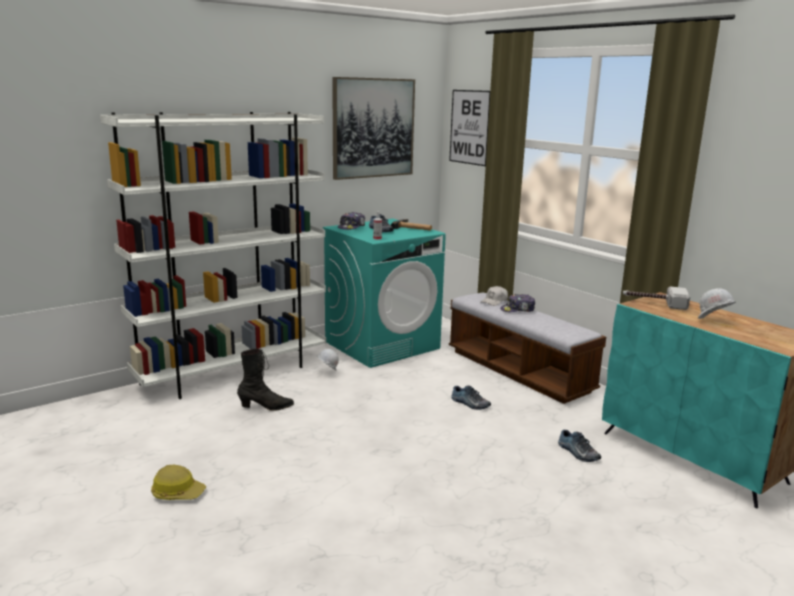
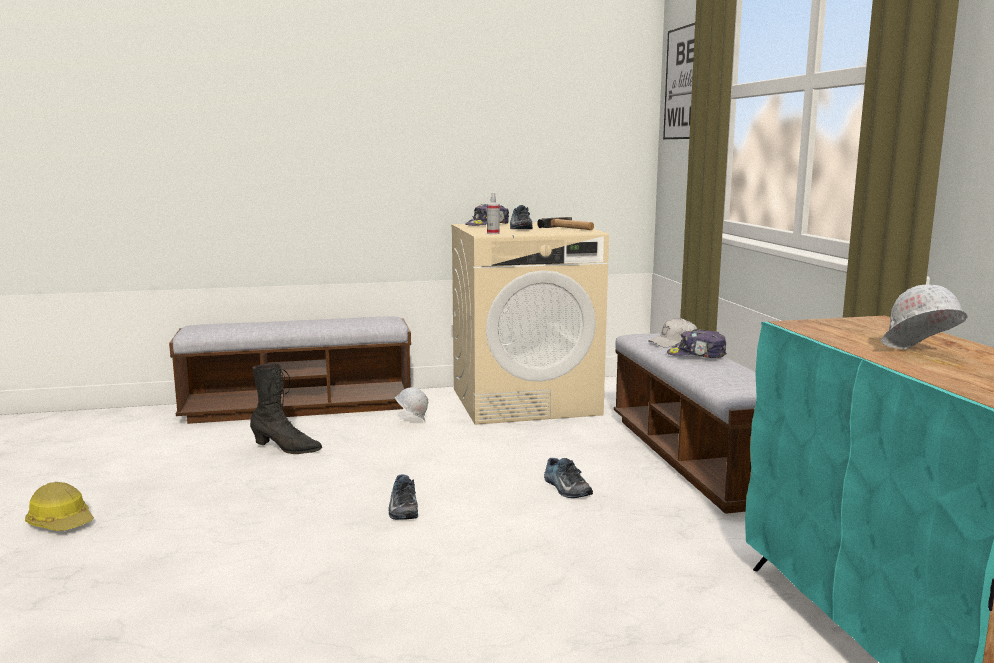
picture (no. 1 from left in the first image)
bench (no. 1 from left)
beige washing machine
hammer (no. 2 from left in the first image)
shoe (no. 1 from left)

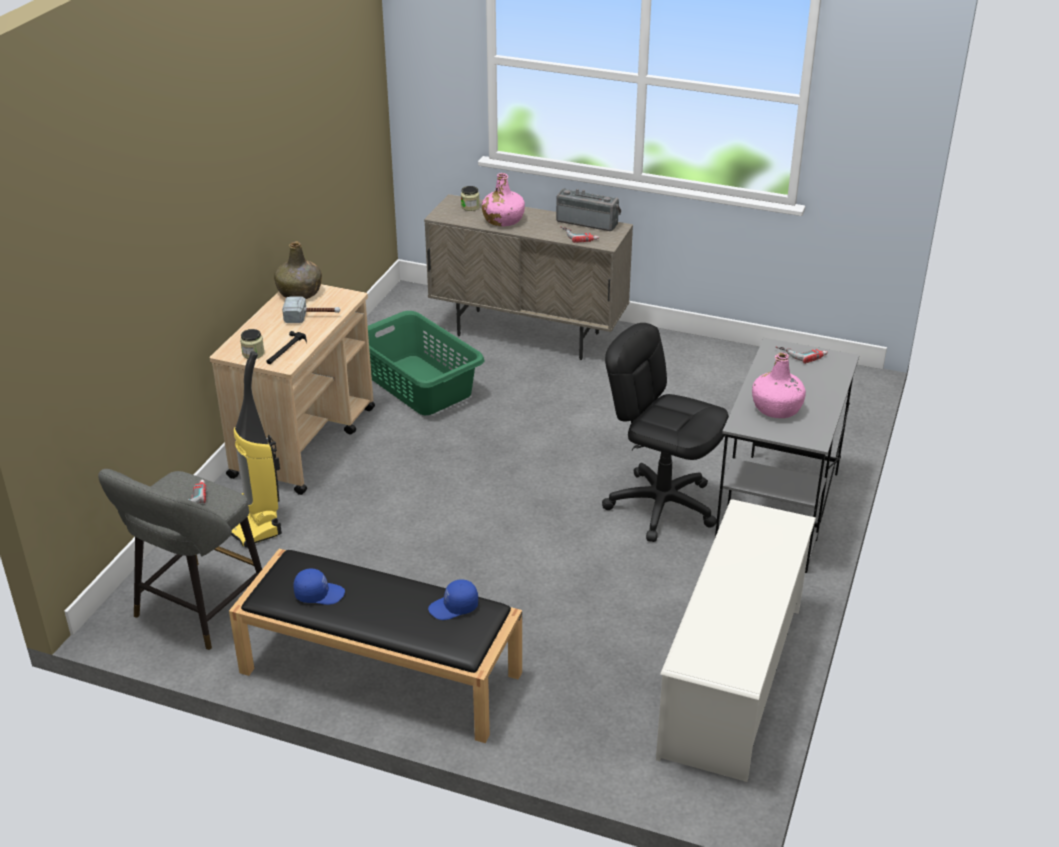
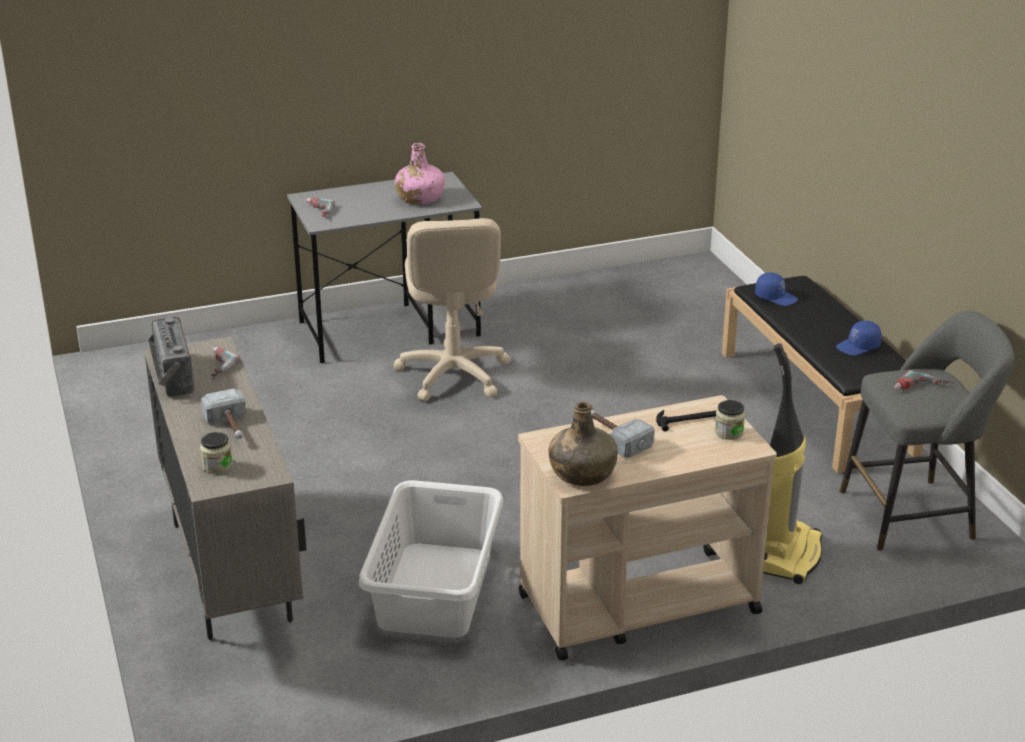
hammer (no. 1 from left)
white laundry basket
beige office chair
white shoe rack
blue cap (no. 2 from left)

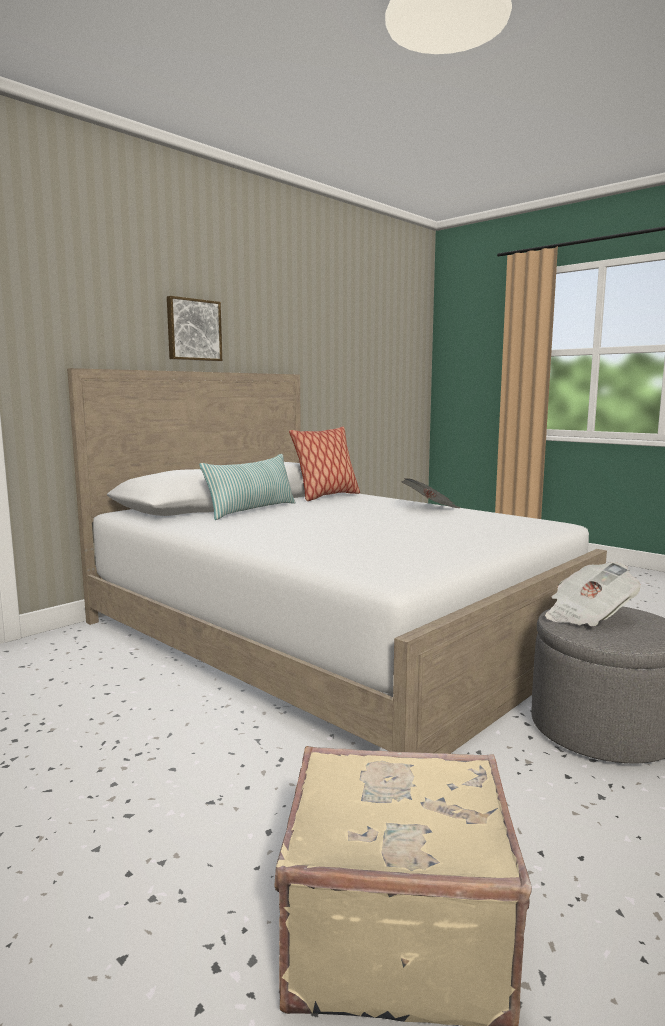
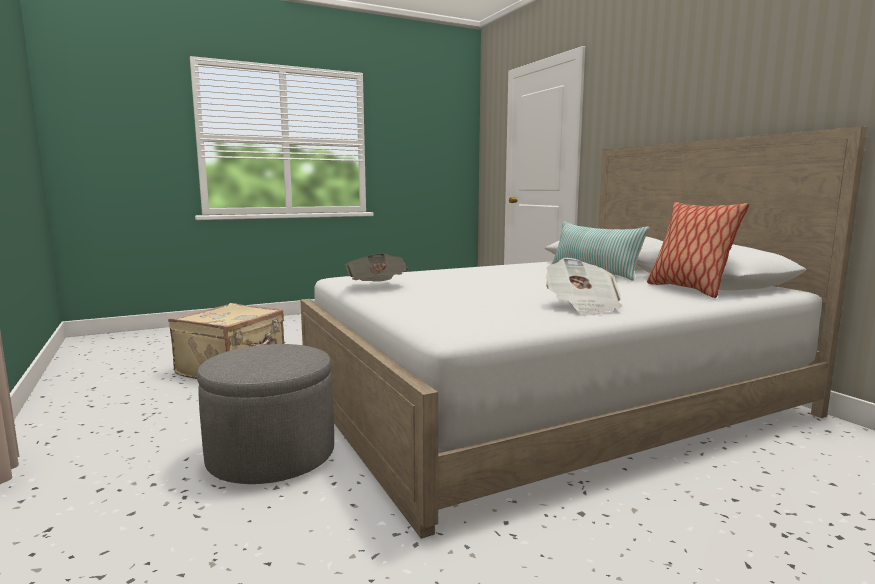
picture
newspaper (no. 1 from left)

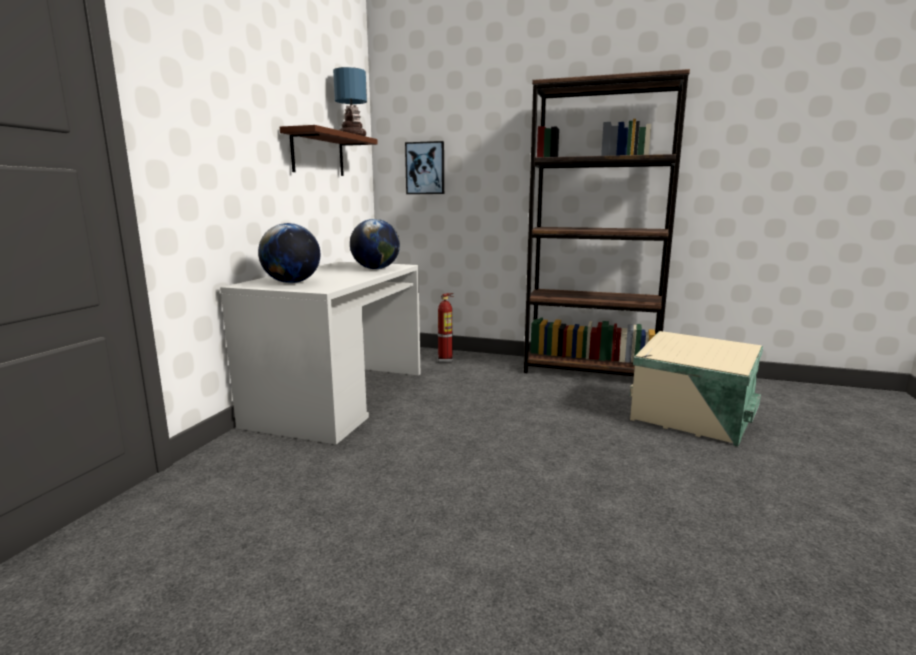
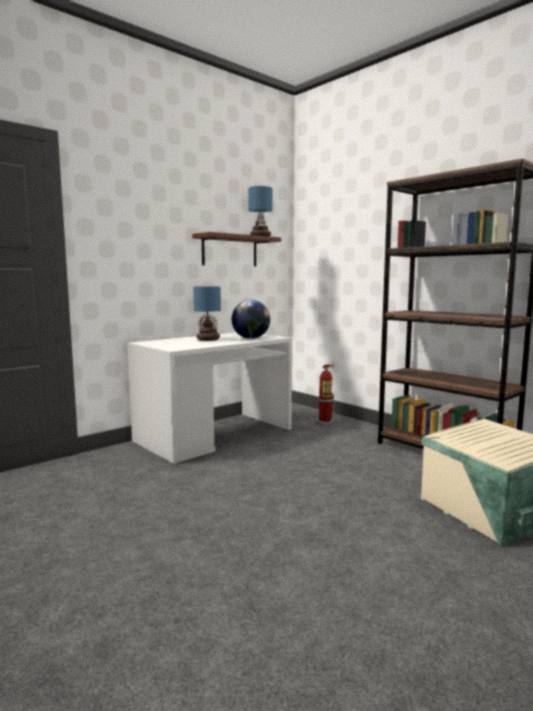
picture
globe (no. 1 from left in the first image)
table lamp (no. 1 from left)

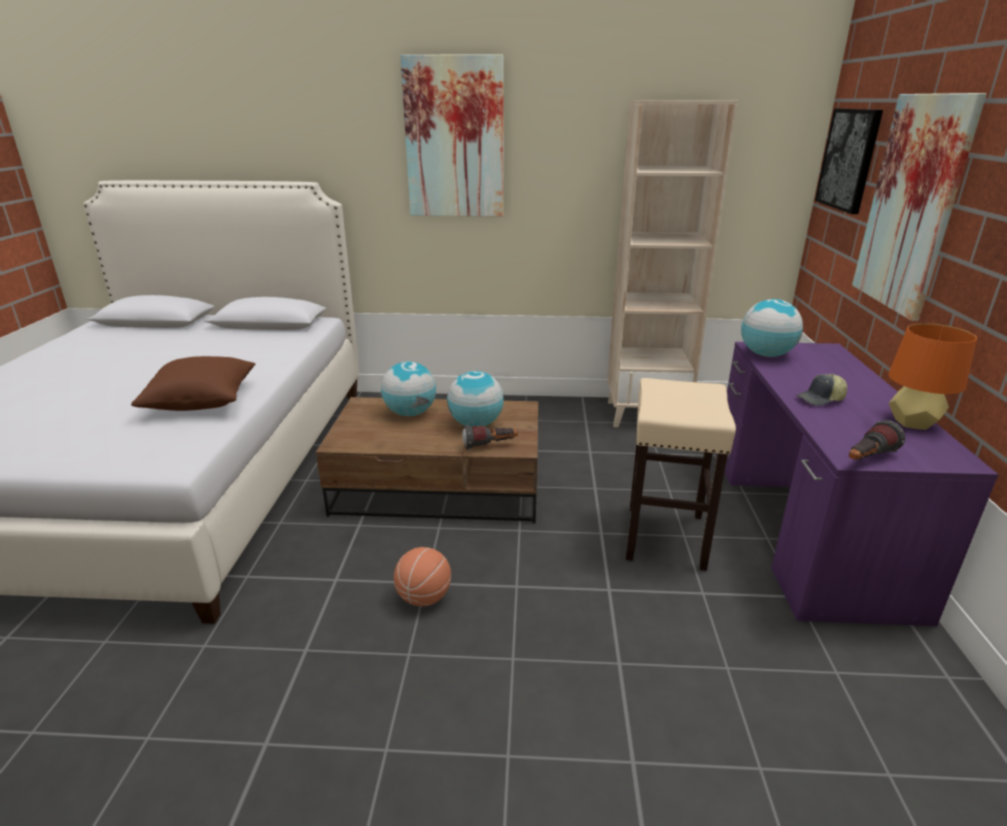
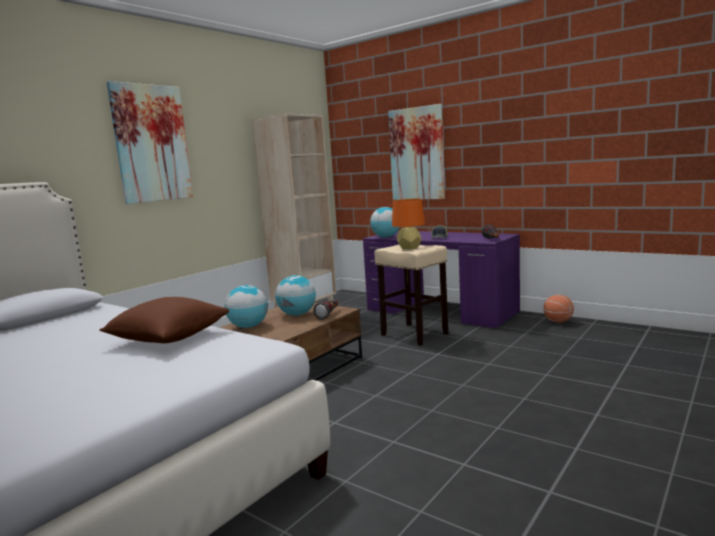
picture (no. 2 from left in the first image)
orange table lamp
basketball

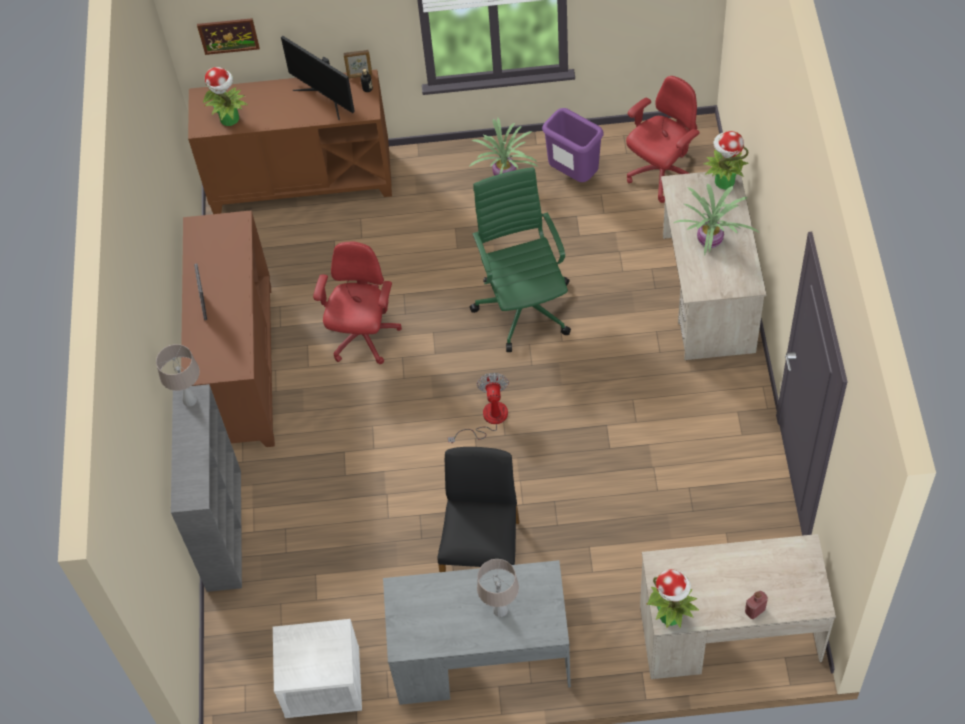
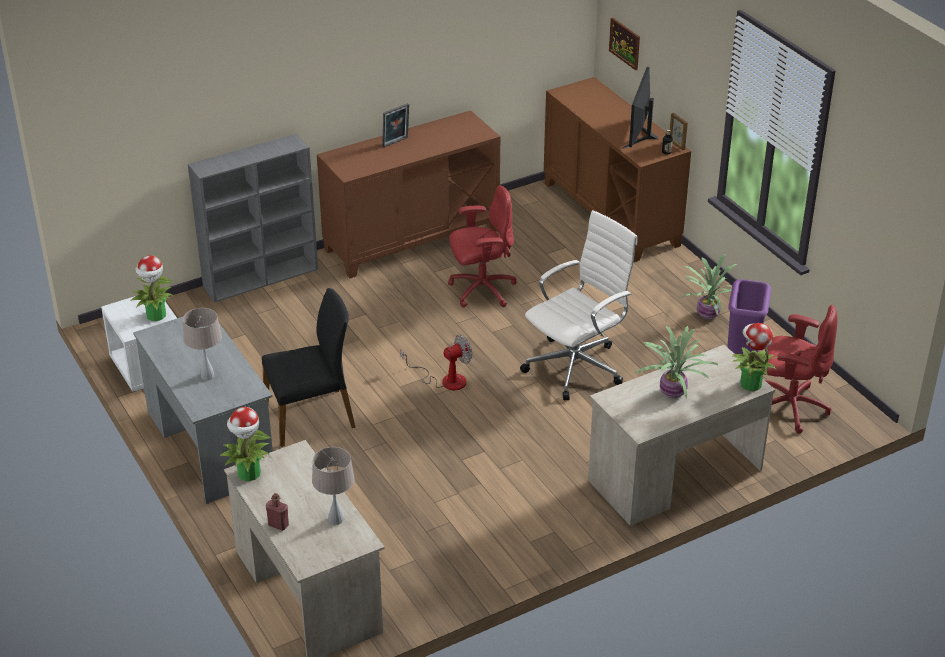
potted plant (no. 1 from left)
white office chair
beige table lamp (no. 2 from left)

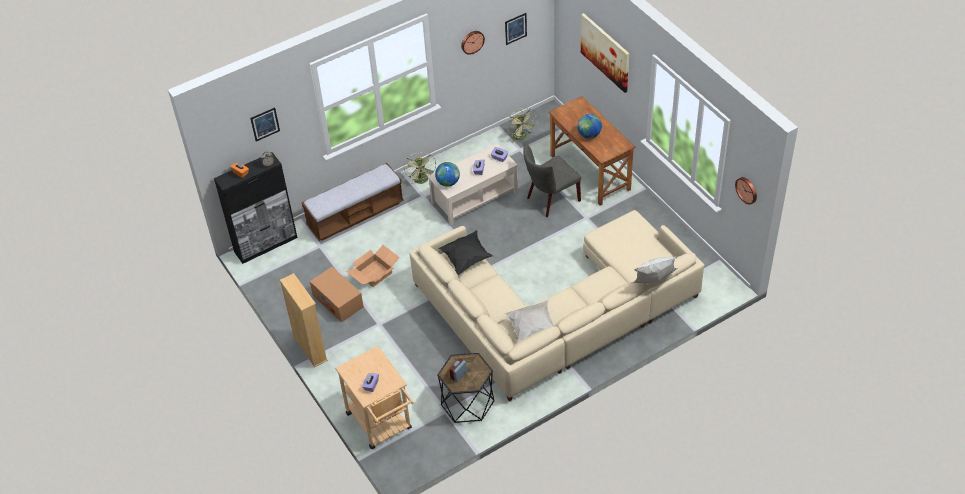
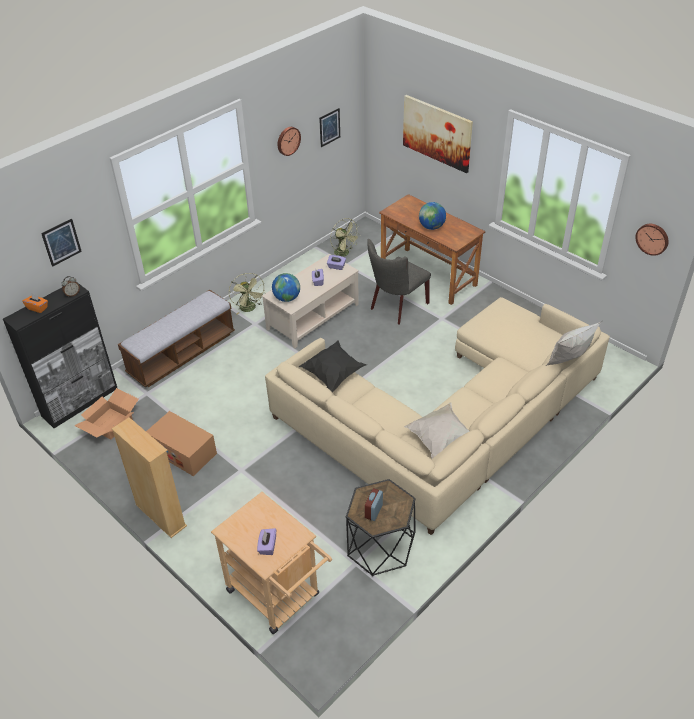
cardboard box (no. 1 from left)

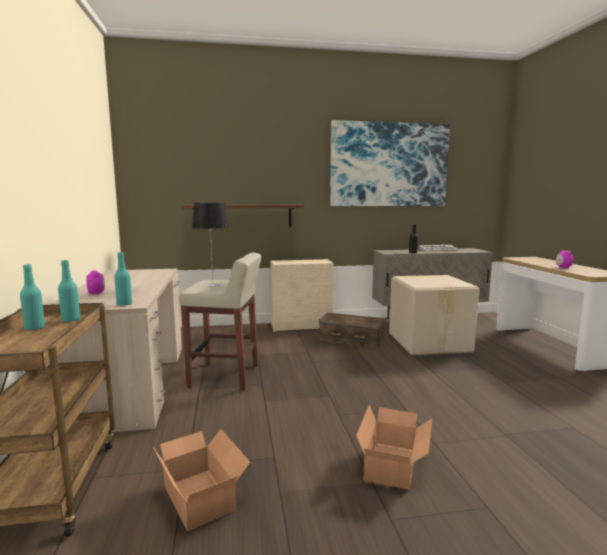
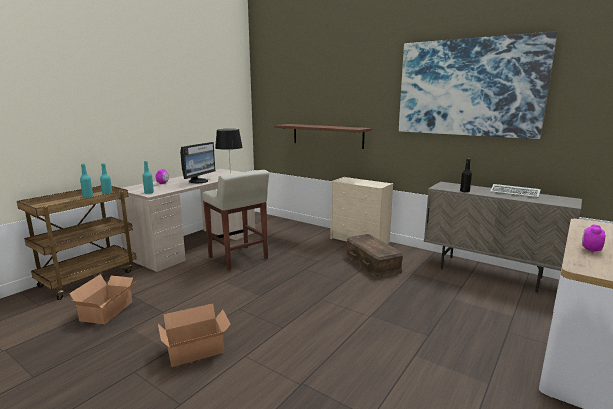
cardboard box (no. 3 from left in the first image)
monitor

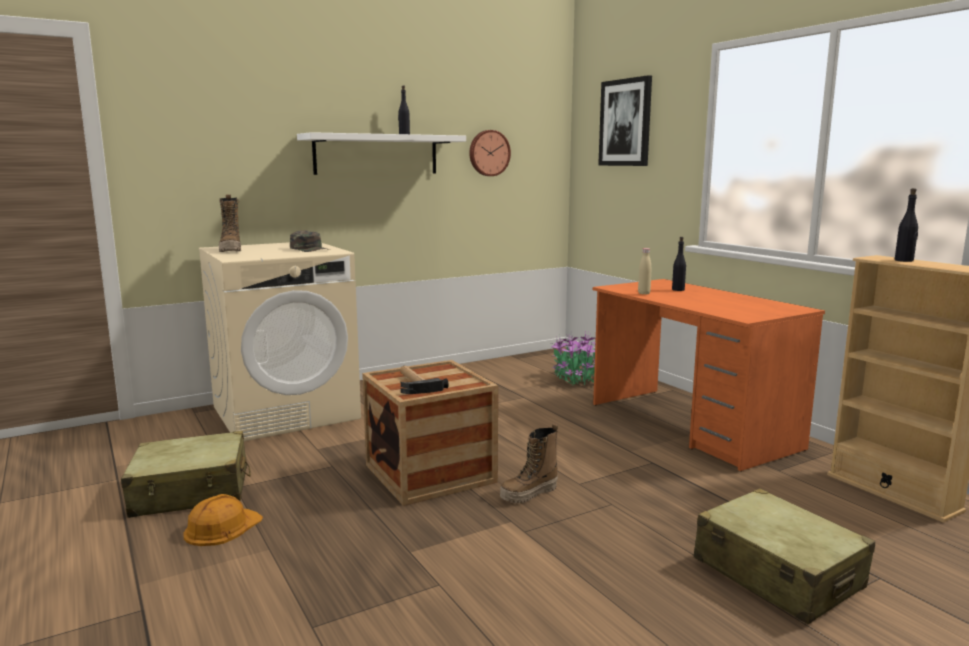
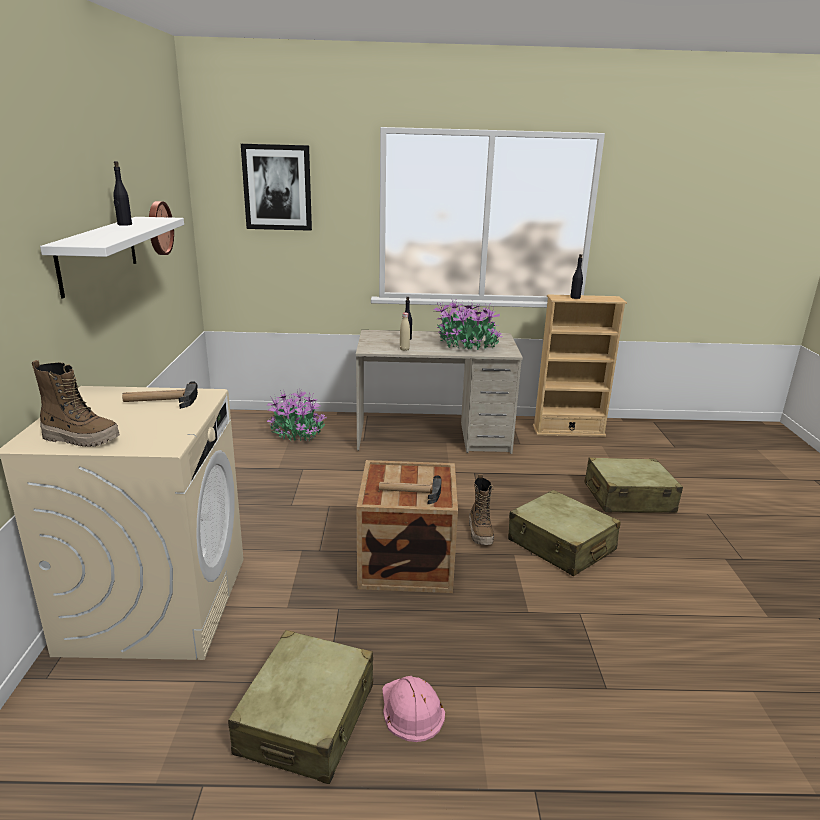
hammer (no. 1 from left)
beige desk
pink hard hat
potted plant (no. 2 from left)
beige suitcase (no. 2 from left)

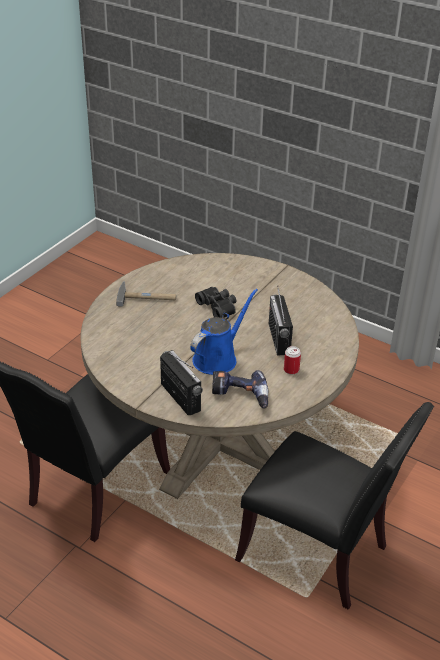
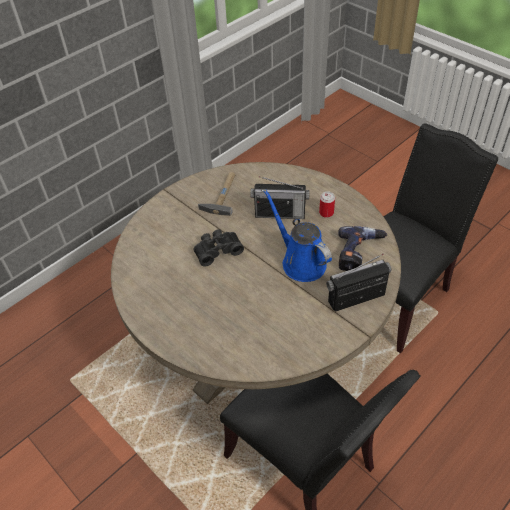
hammer

